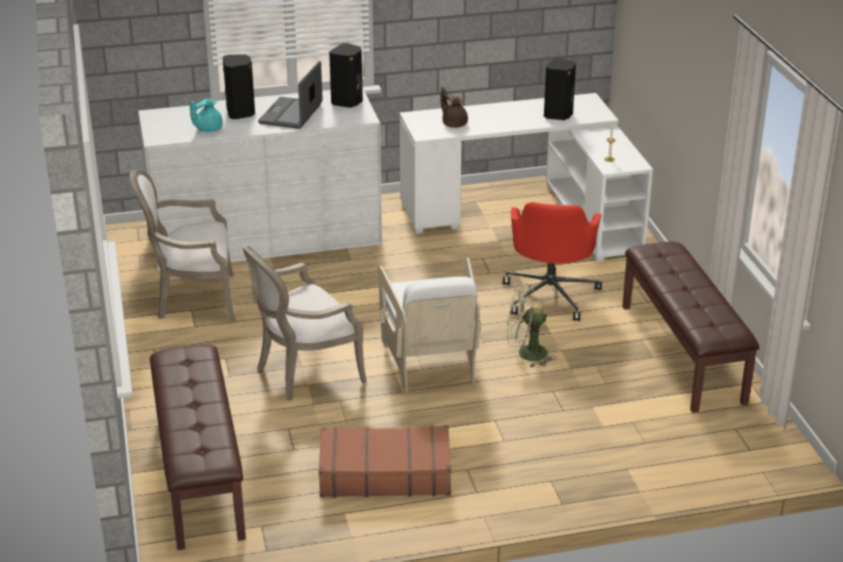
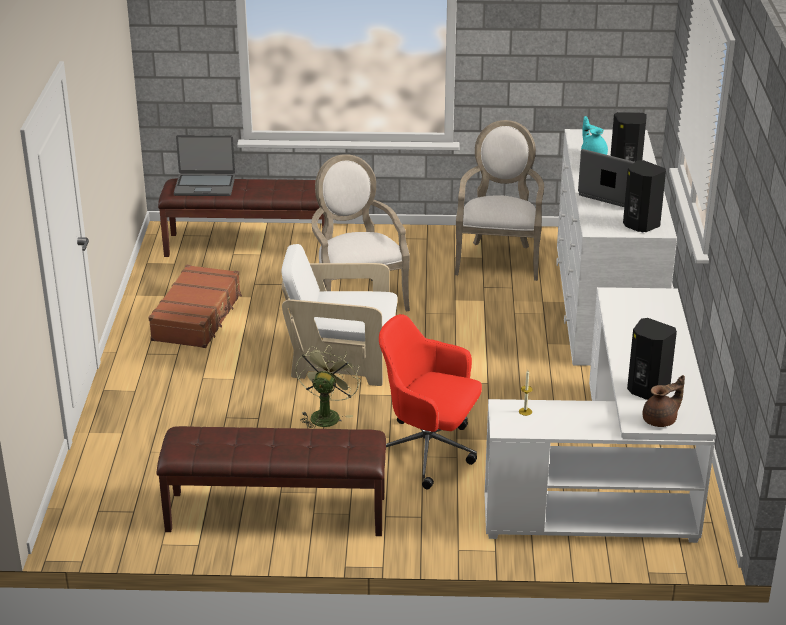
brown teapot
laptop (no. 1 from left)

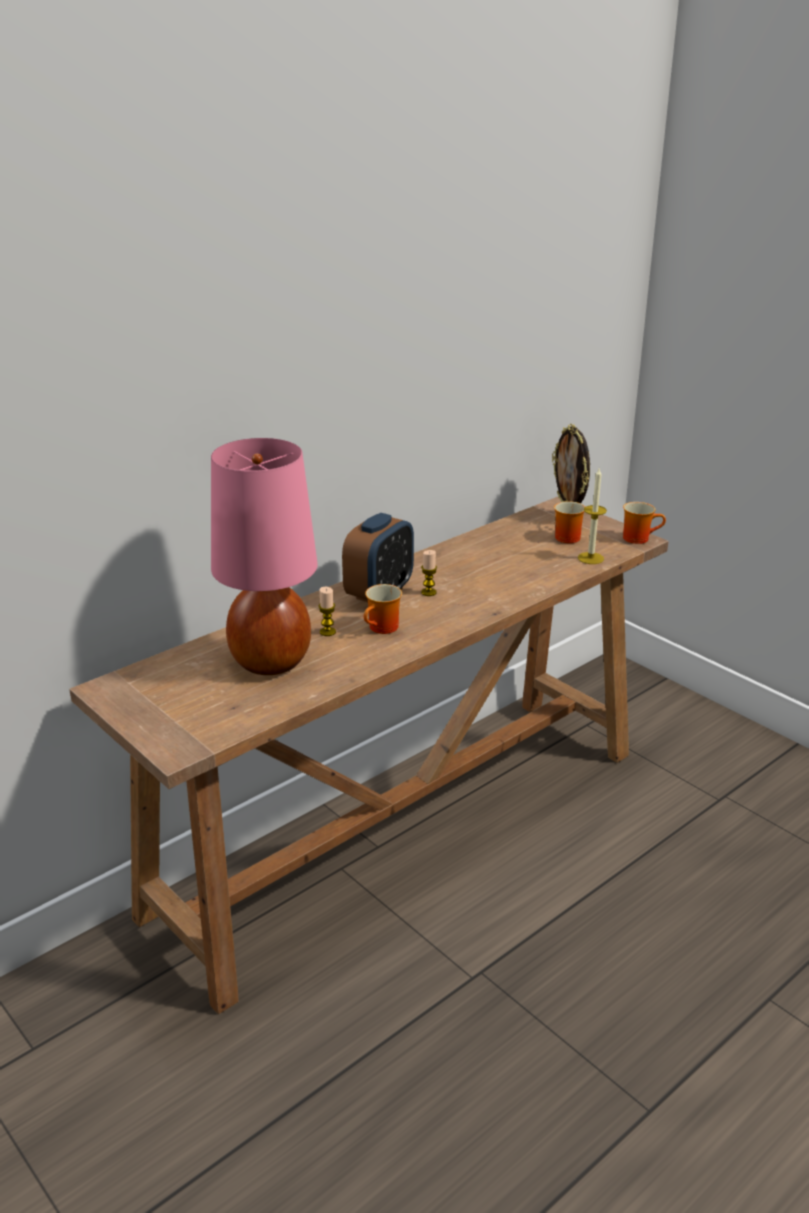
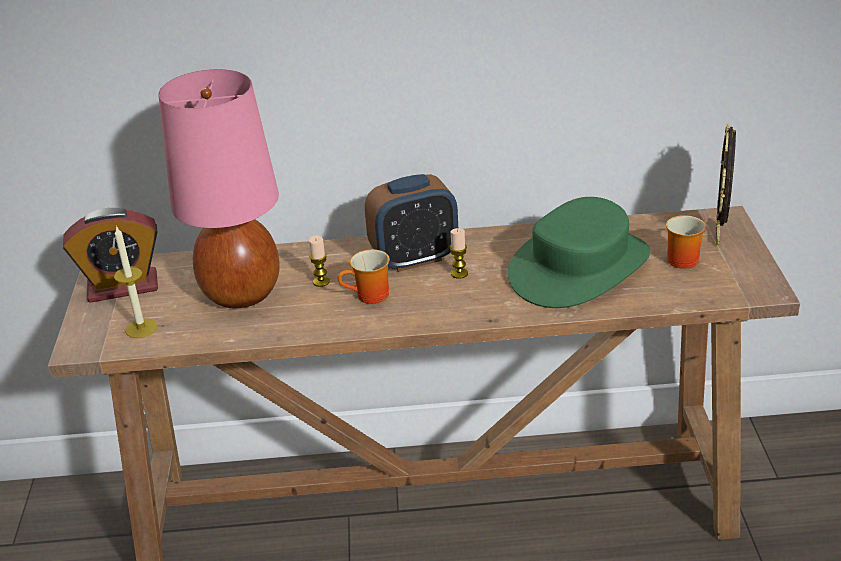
candle (no. 1 from left)
mug (no. 3 from left in the first image)
green hat
alarm clock (no. 1 from left)

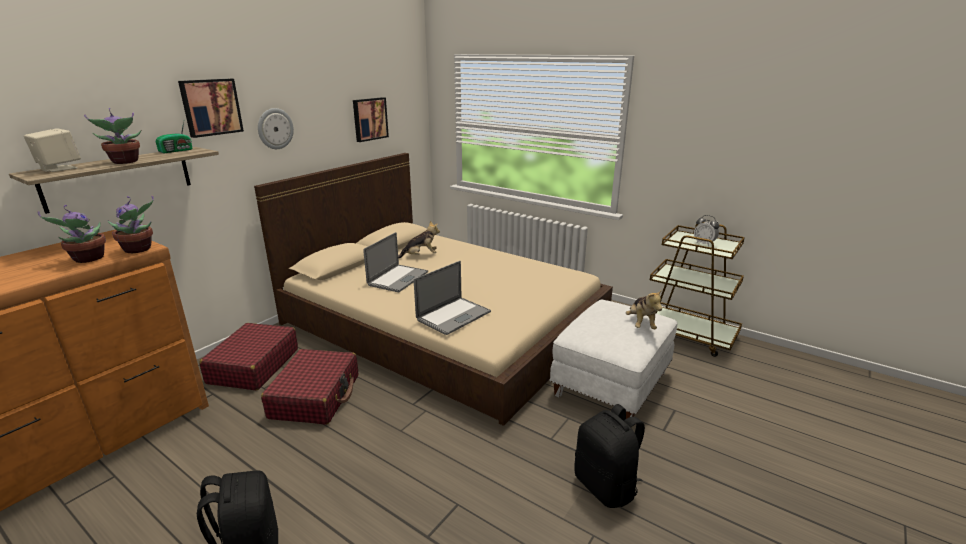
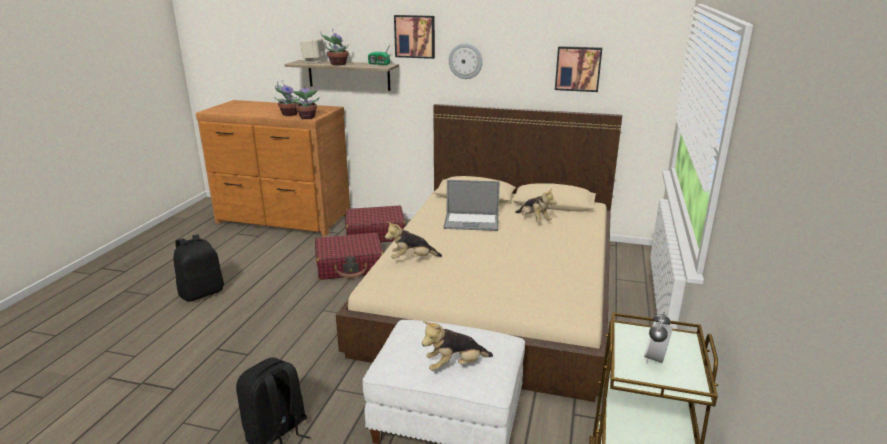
plush toy (no. 1 from left)

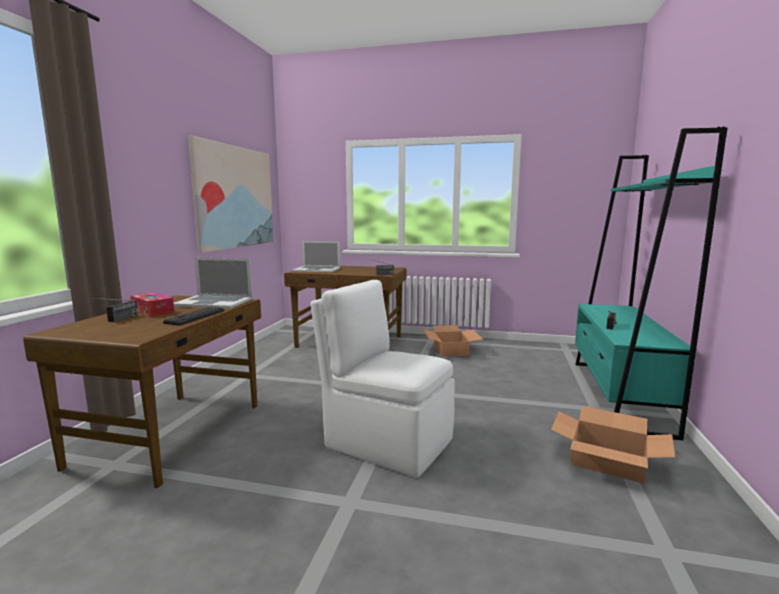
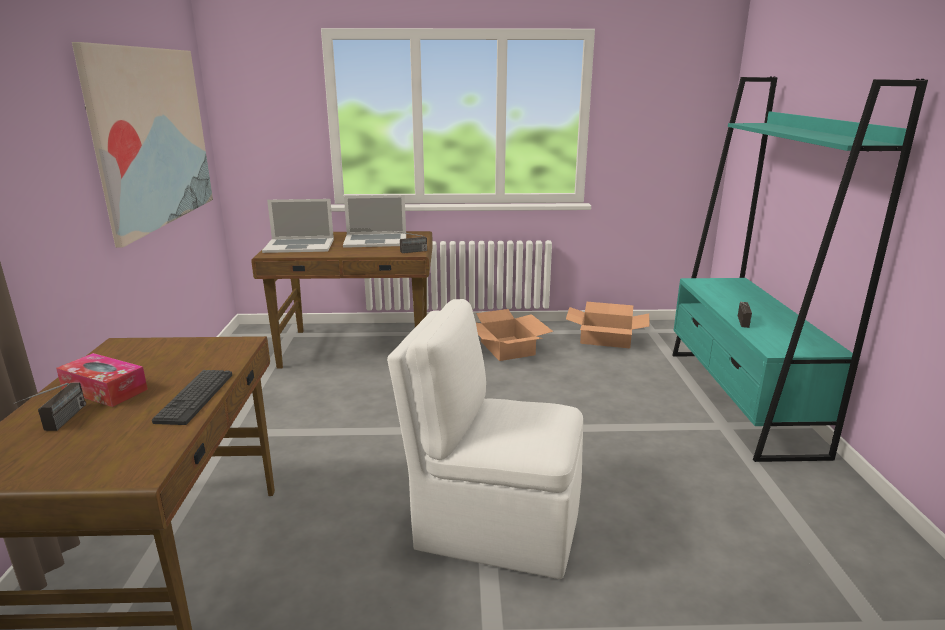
laptop (no. 2 from left)
cardboard box (no. 2 from left)

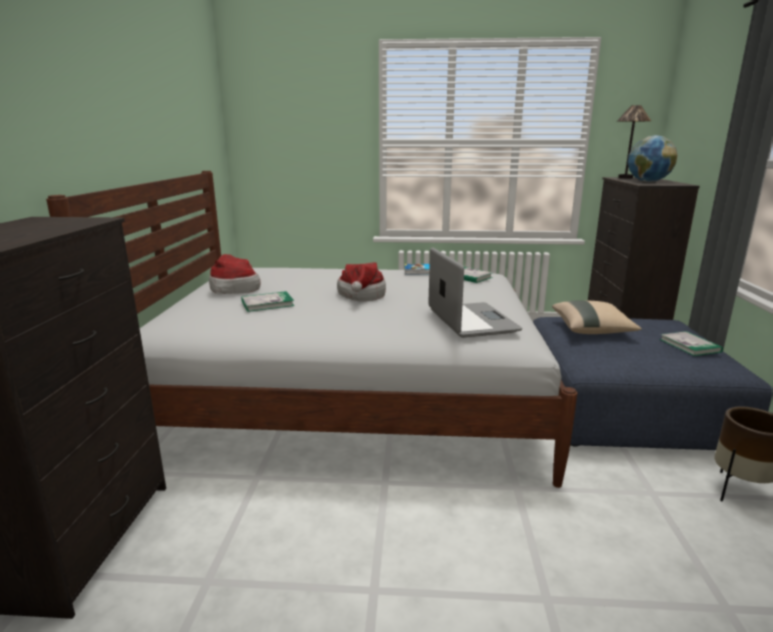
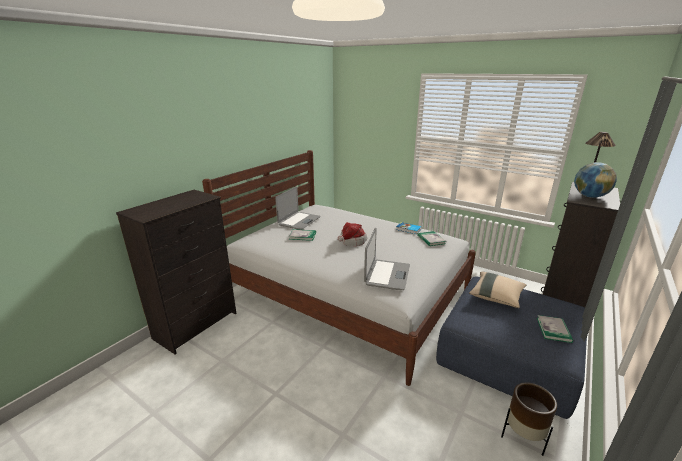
laptop (no. 1 from left)

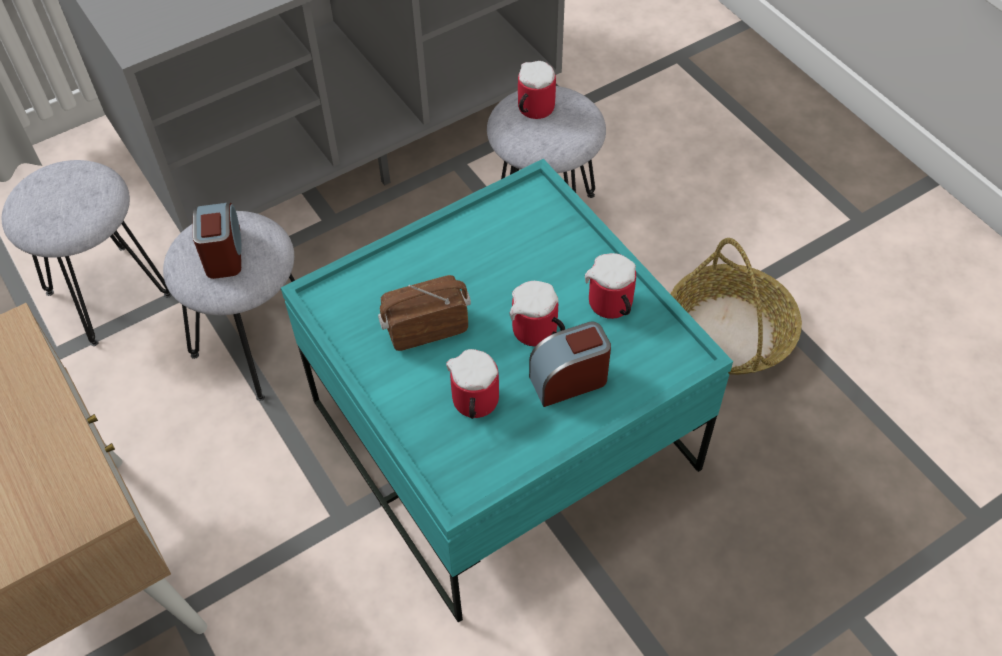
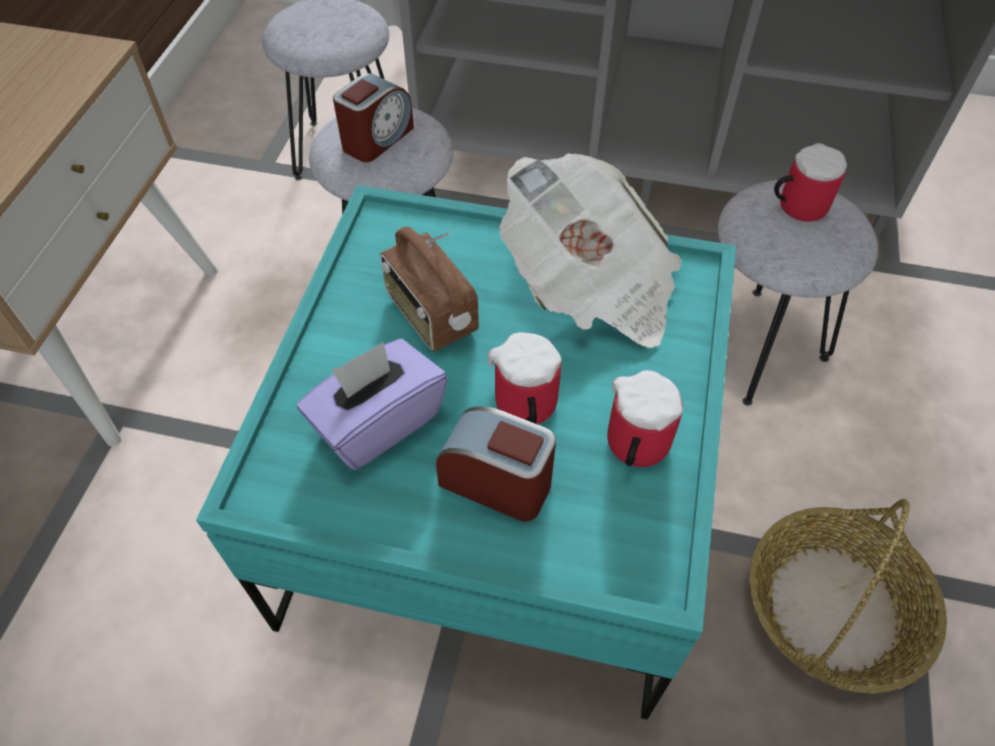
radio
purple tissue box
newspaper

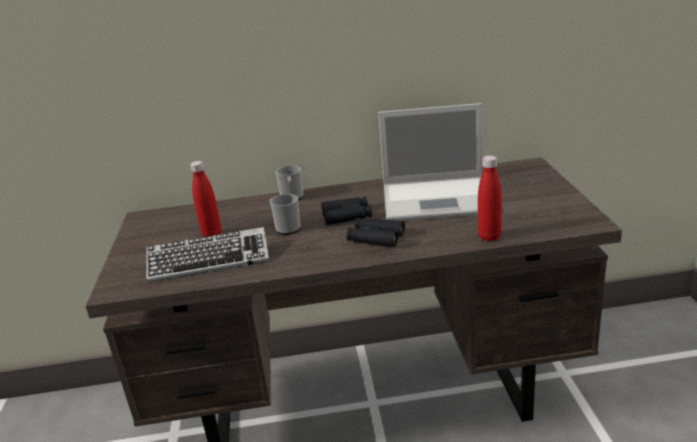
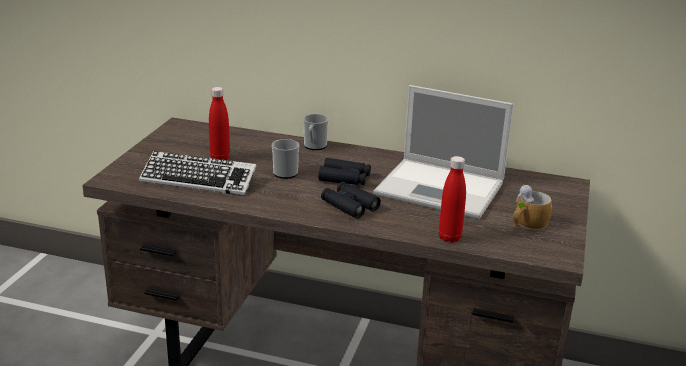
mug (no. 3 from left)

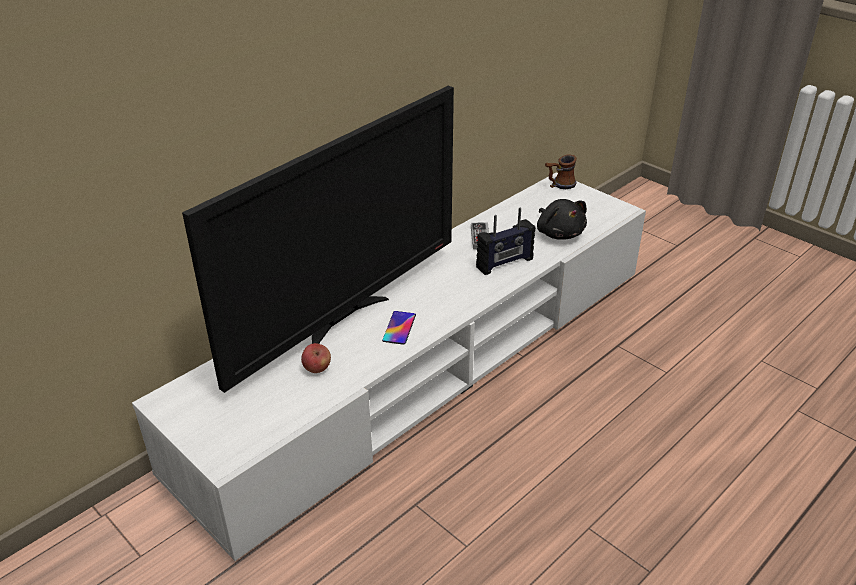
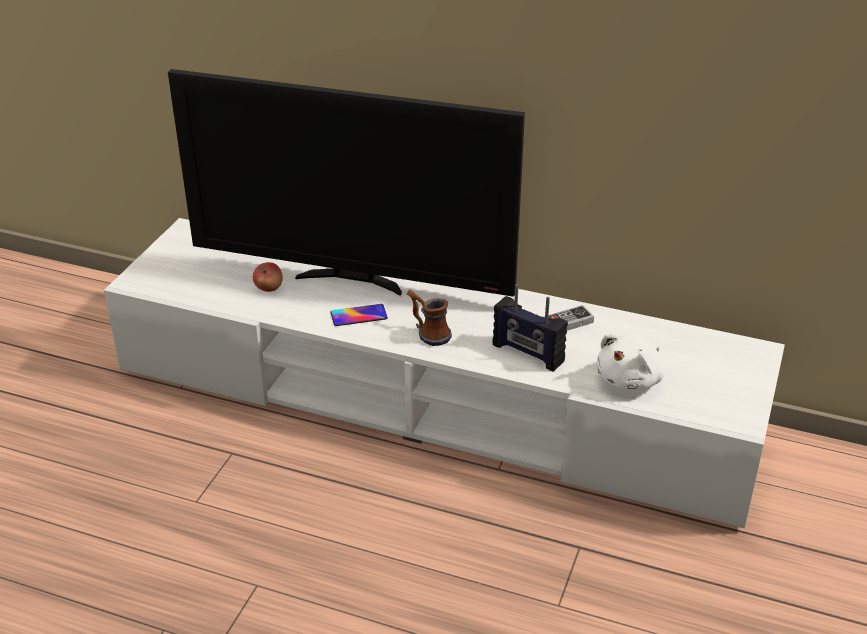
mug
white plush toy

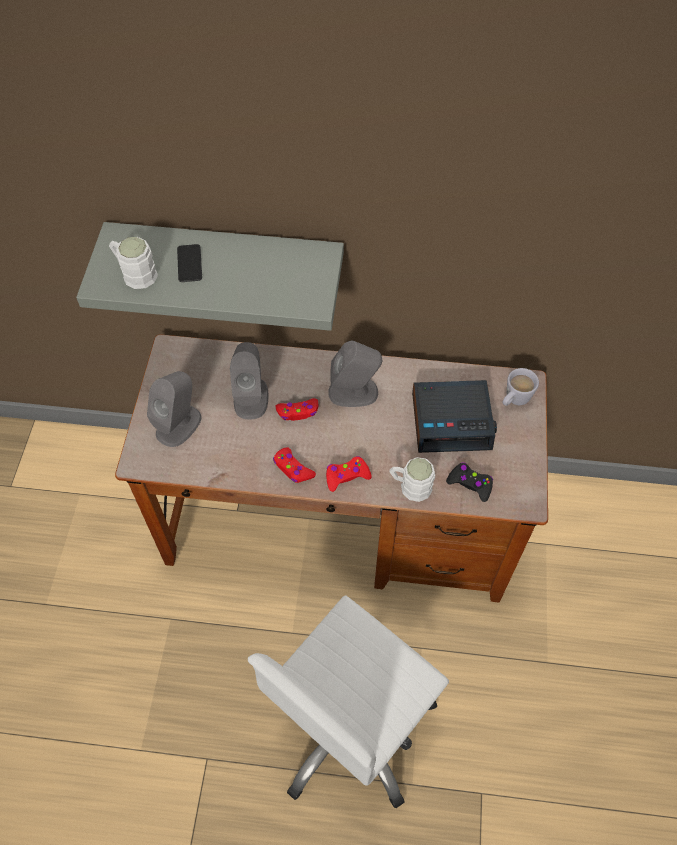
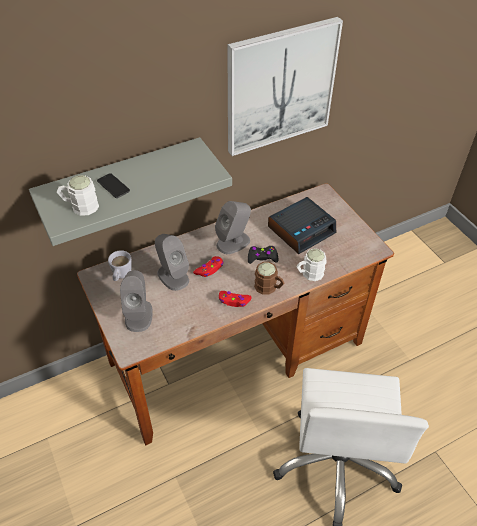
white mug (no. 2 from left)
brown mug
black game controller
picture

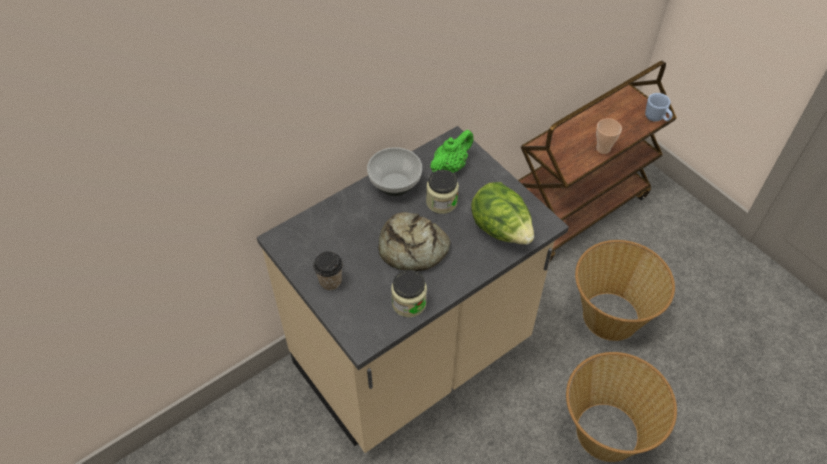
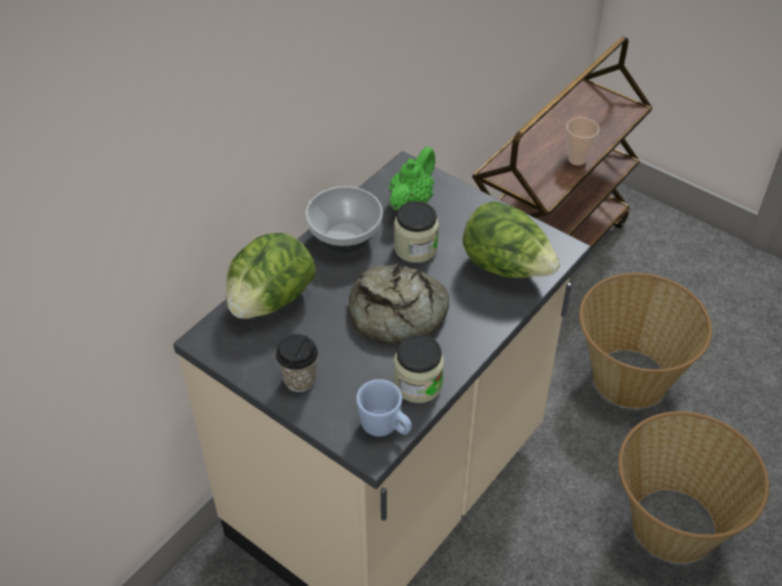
blue mug
lettuce (no. 1 from left)

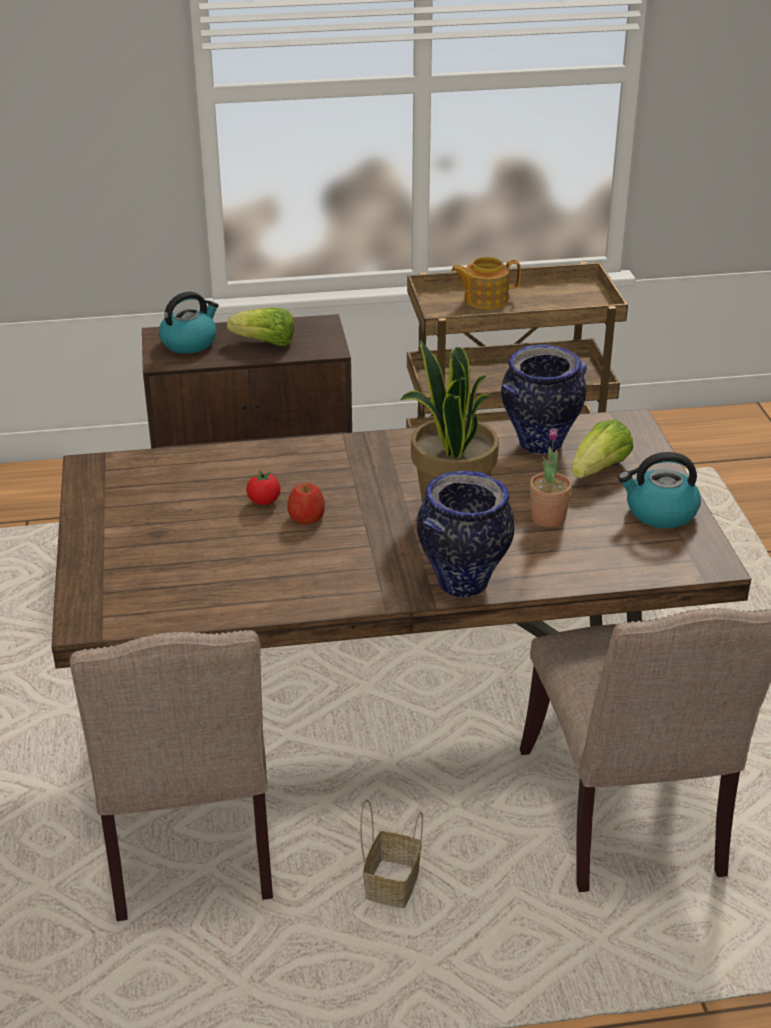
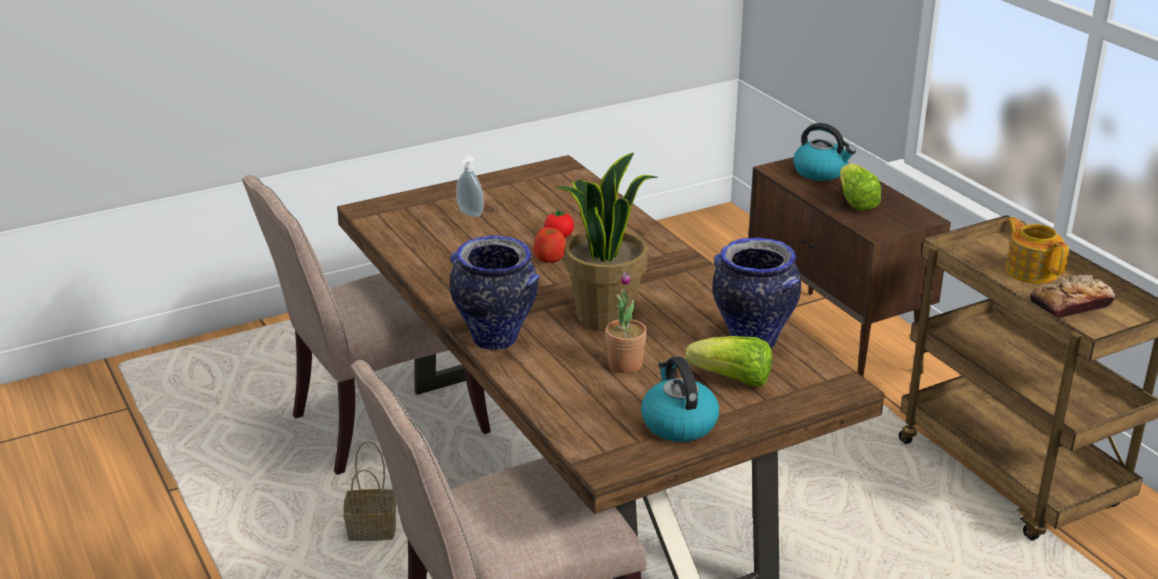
soap dispenser
bread

